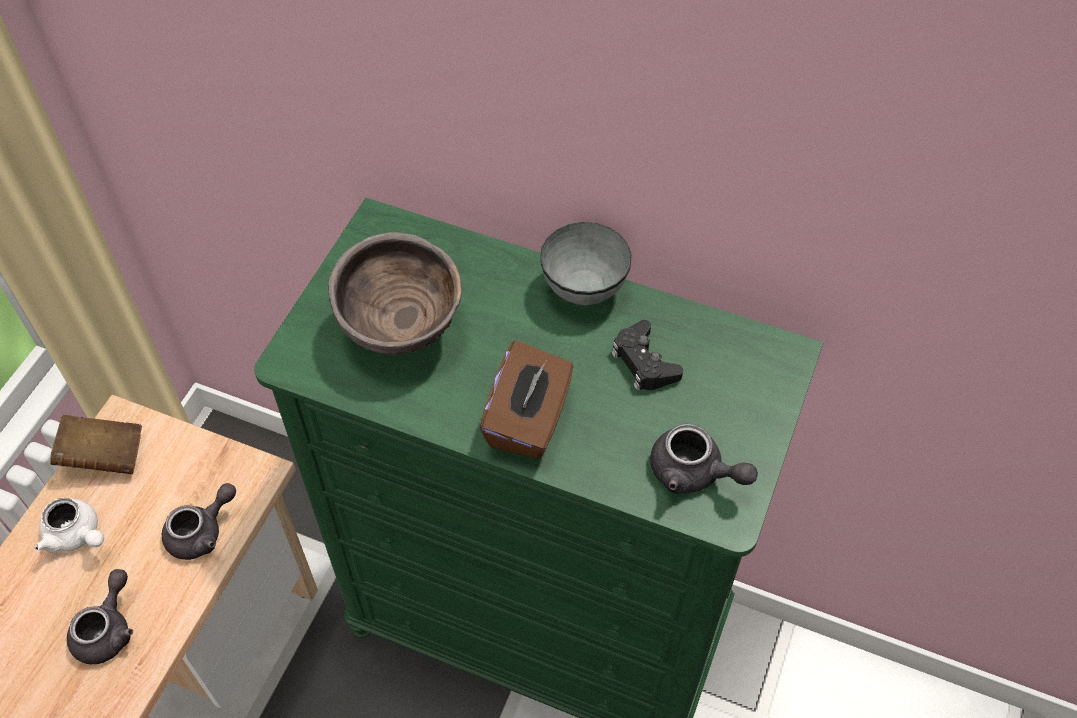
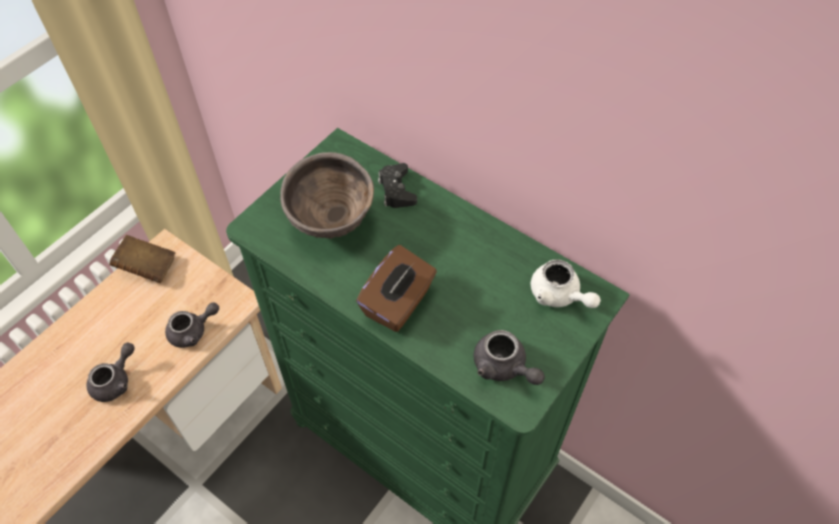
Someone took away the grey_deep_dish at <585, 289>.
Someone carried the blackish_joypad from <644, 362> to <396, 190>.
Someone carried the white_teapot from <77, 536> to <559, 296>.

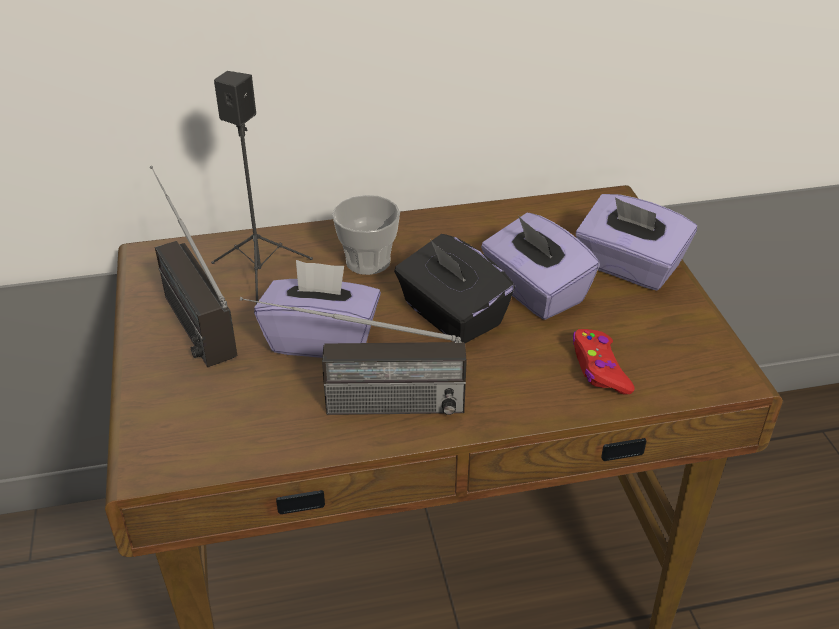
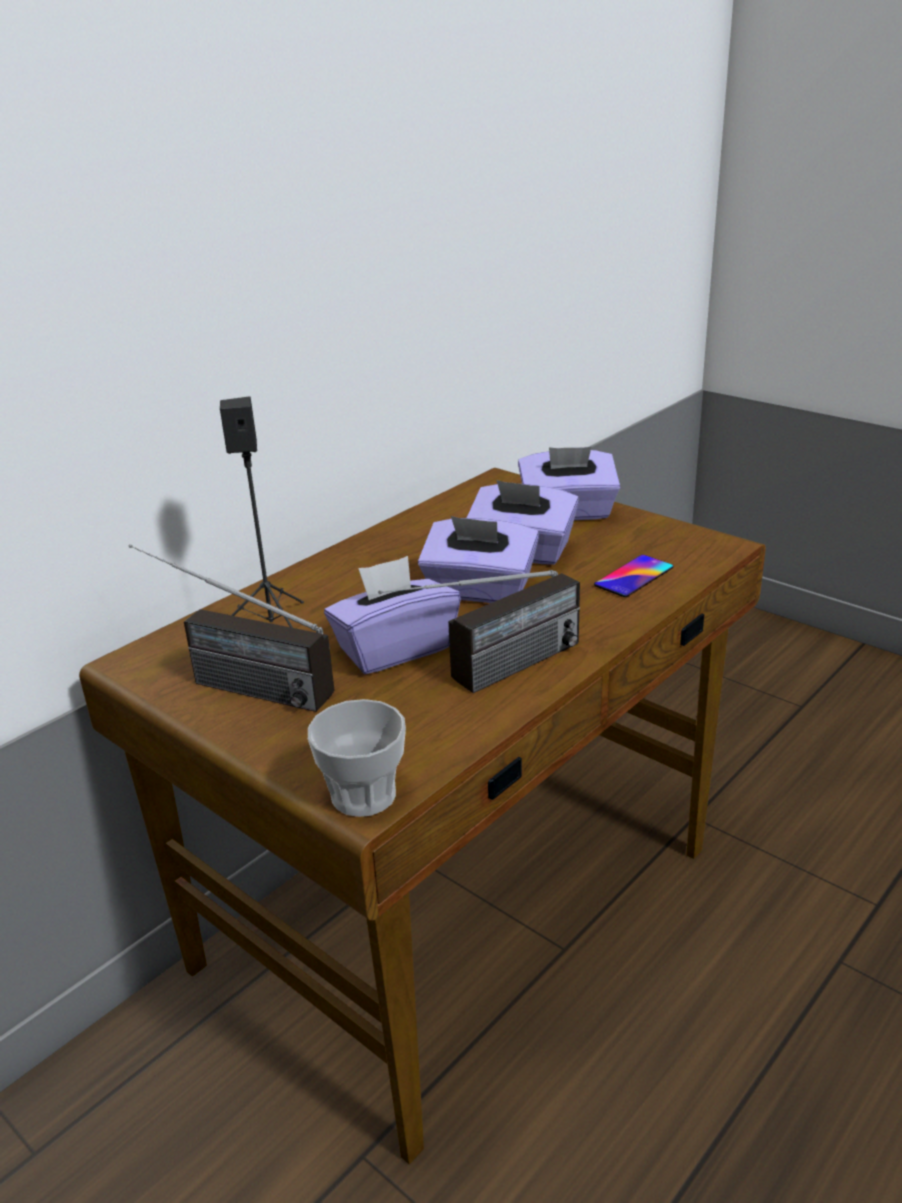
Someone carried the drinking_cup from <368, 261> to <363, 795>.
Someone repainted the blackish_tissue_box at <451, 315>, which became the purplish_tissue_box at <479, 591>.
Someone swapped the reddish_joypad at <599, 369> for the telephone at <634, 576>.

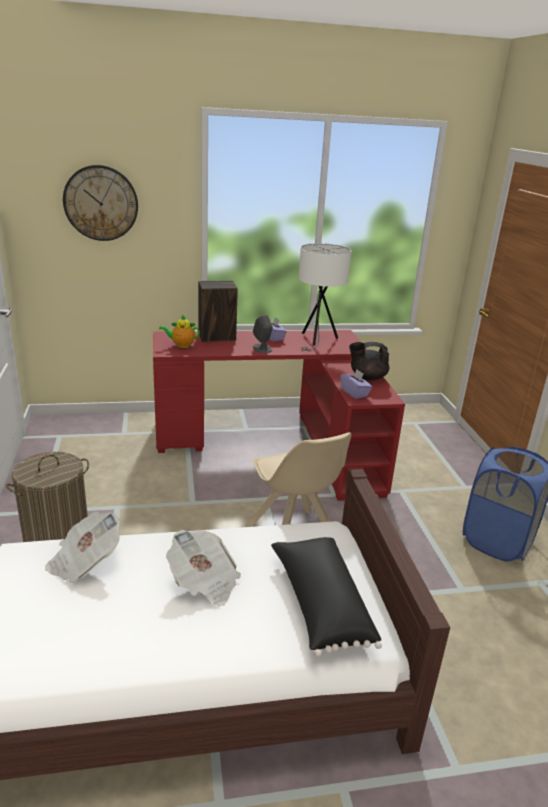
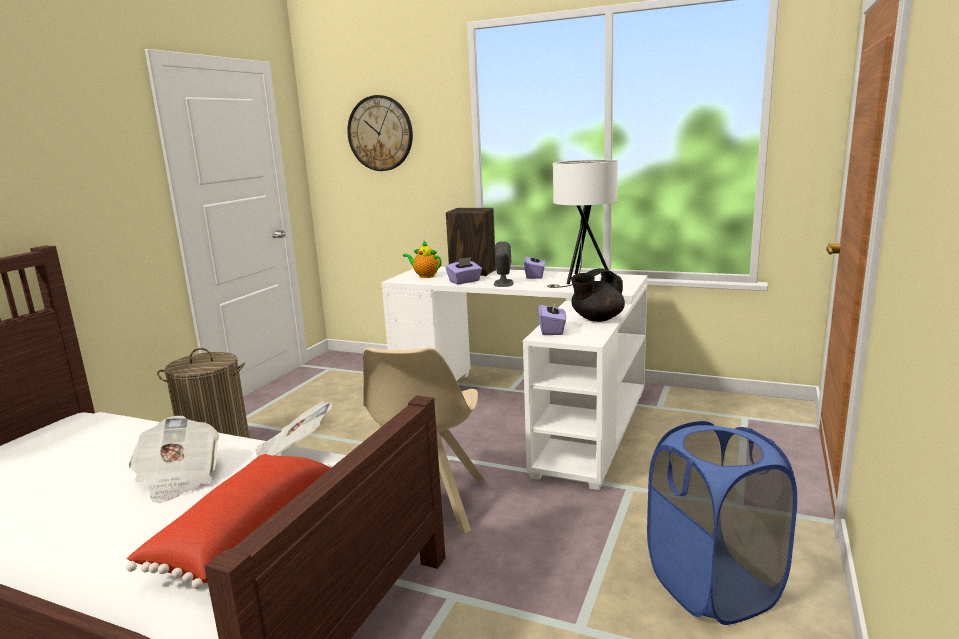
Someone repainted the reddish_desk_table at <279, 443>, which became the white_desk_table at <531, 408>.
Someone rotated the blackish_teapot at <367, 377> by 60 degrees counterclockwise.
Someone carried the printed_paper from <84, 561> to <294, 451>.
Someone repainted the blackish_throw_pillow at <319, 604>, which became the reddish_throw_pillow at <242, 533>.
Someone put down the purplish_tissue_box at <464, 281>.

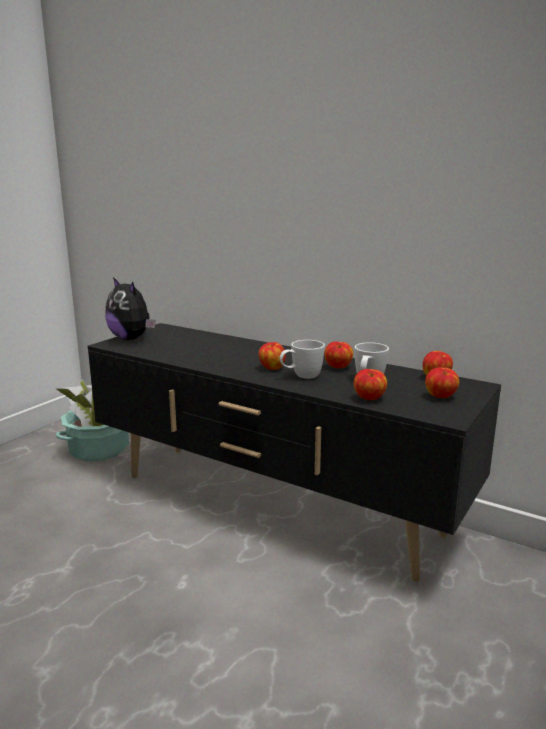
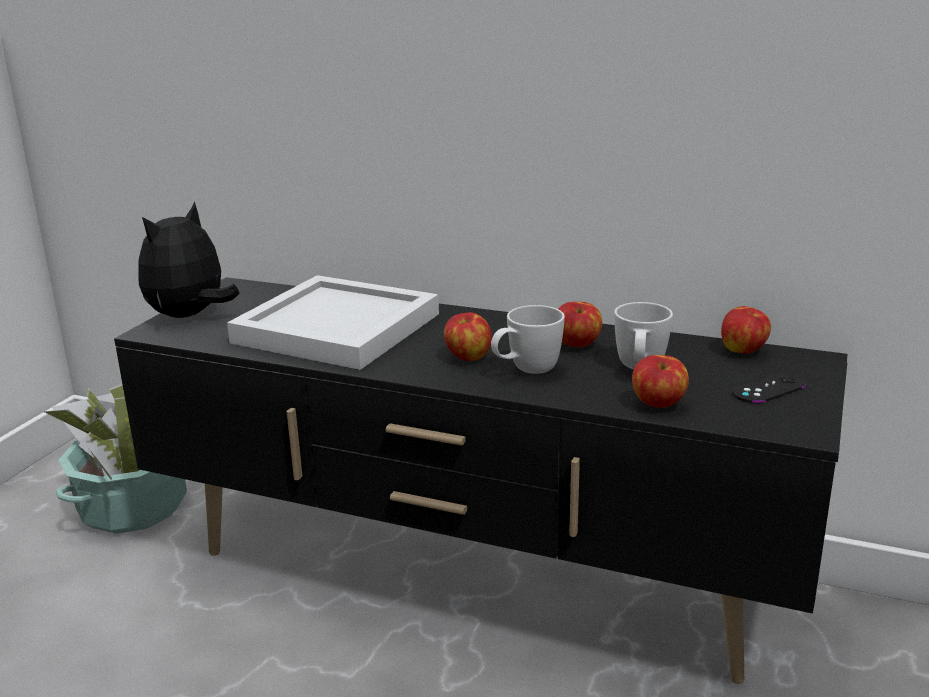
Someone rotated the soft_toy at <131, 338> by 90 degrees clockwise.
Someone swapped the whole_apple at <441, 397> for the blackish_joypad at <769, 388>.
Someone put down the white_serving_tray at <334, 328>.

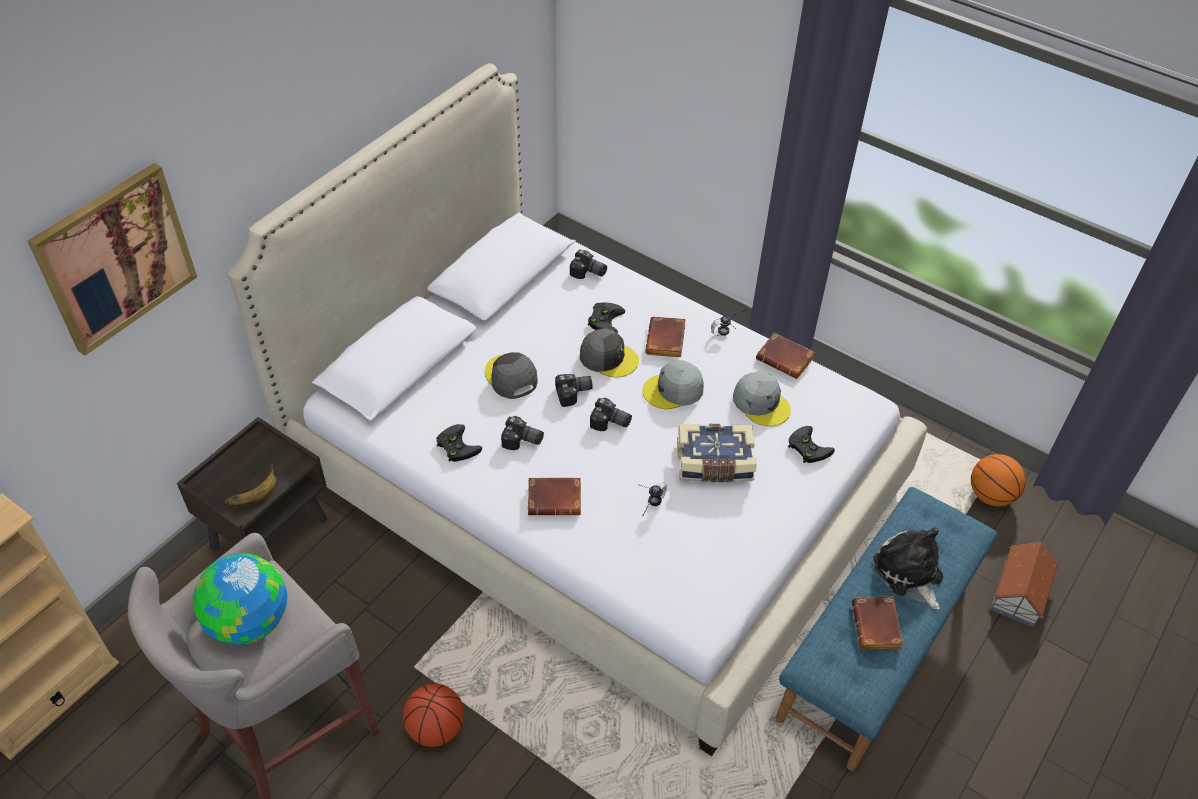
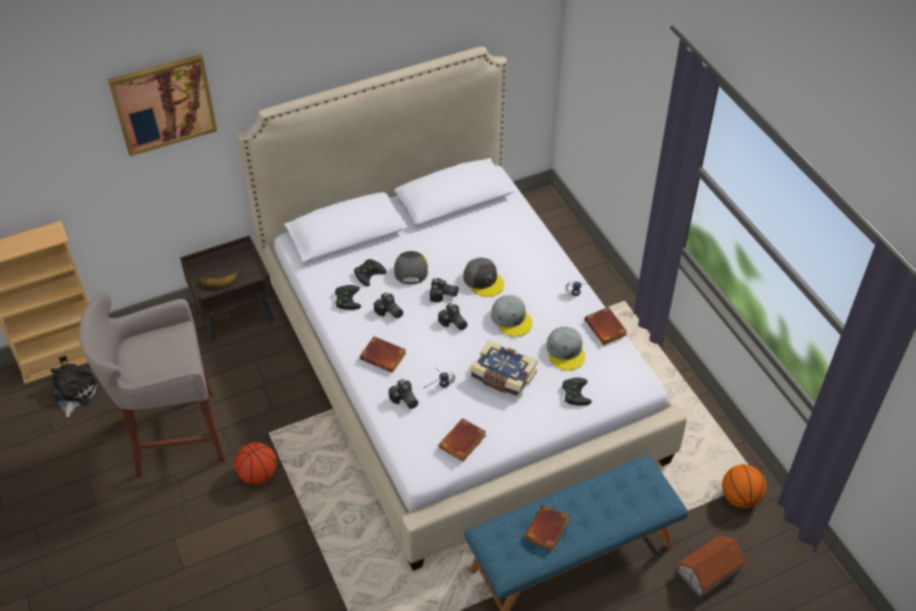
Someone carried the still_camera from <588, 273> to <404, 400>.
Someone carried the blackish_joypad from <604, 319> to <369, 272>.
Someone carried the brown-coloured_book from <667, 342> to <463, 444>.
Someone rotated the grey_cap at <673, 390> by 135 degrees counterclockwise.
Someone carried the soft_toy from <909, 574> to <74, 393>.
Someone took away the world_globe at <249, 622>.

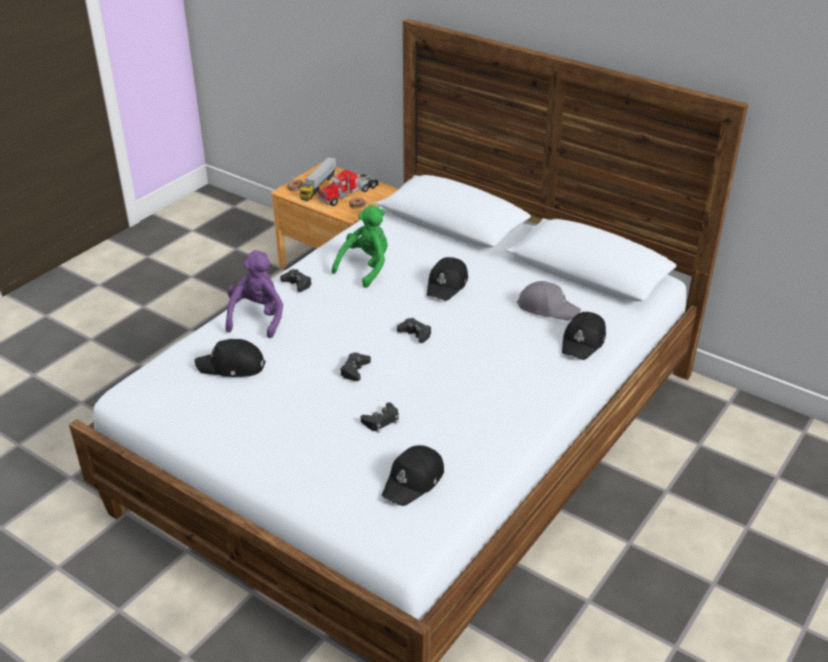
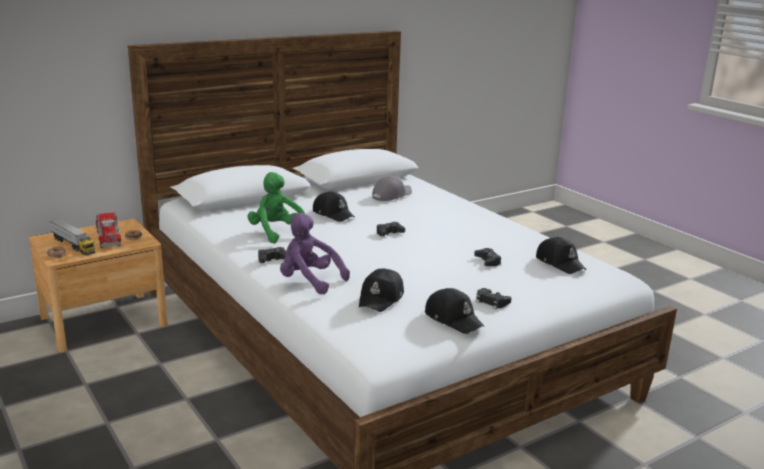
Someone carried the blackish_cap from <583, 342> to <453, 319>.
Someone carried the blackish_joypad from <355, 370> to <491, 302>.

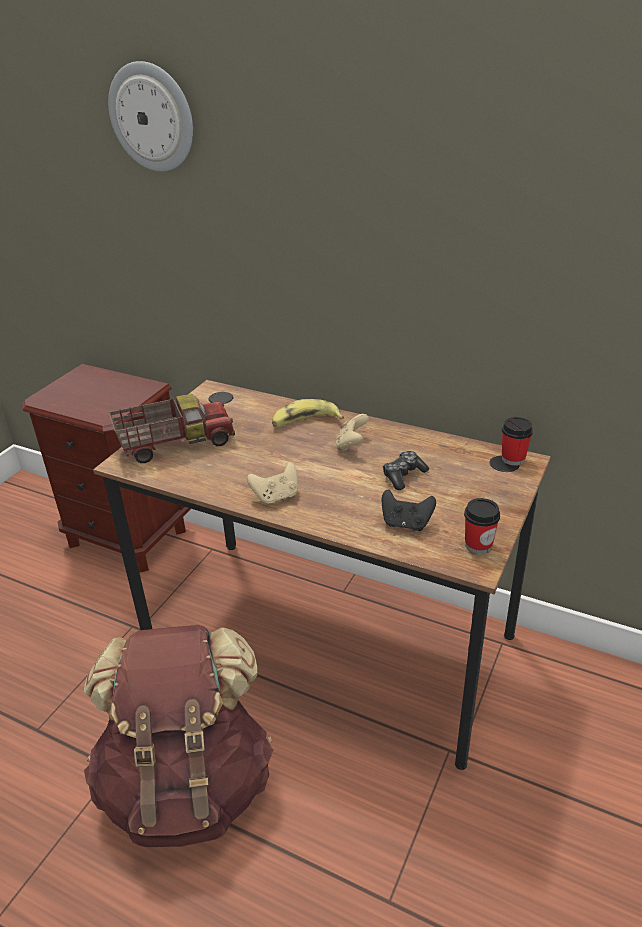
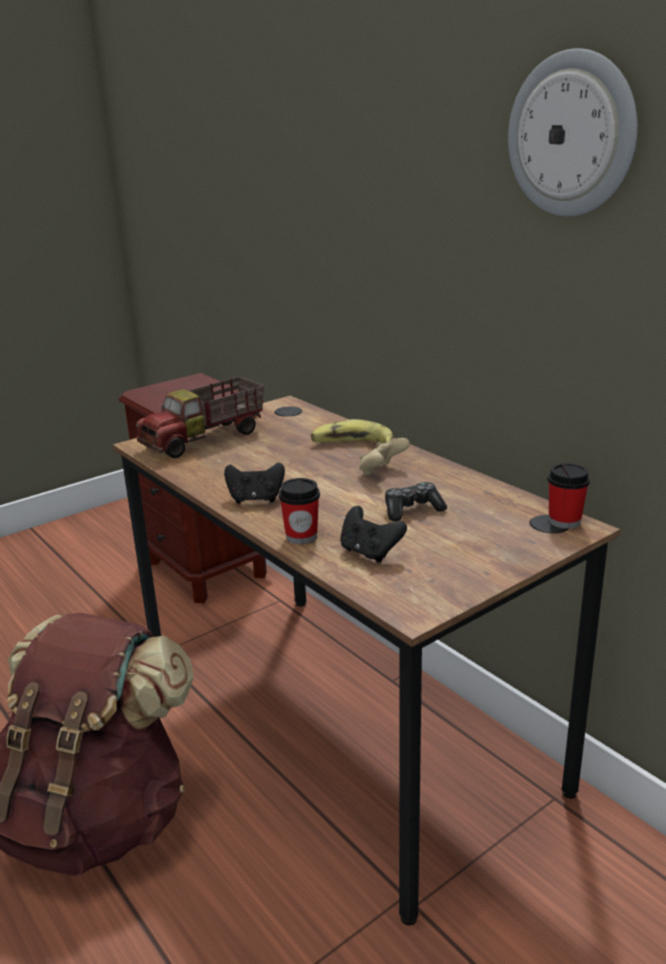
Someone carried the clock_on_the_wall from <152, 117> to <572, 135>.
Someone rotated the model_truck at <176, 444> by 135 degrees clockwise.
Someone repainted the beige-coloured_joypad at <276, 496>, which became the blackish_joypad at <255, 499>.
Someone carried the drinking_cup from <478, 545> to <301, 536>.

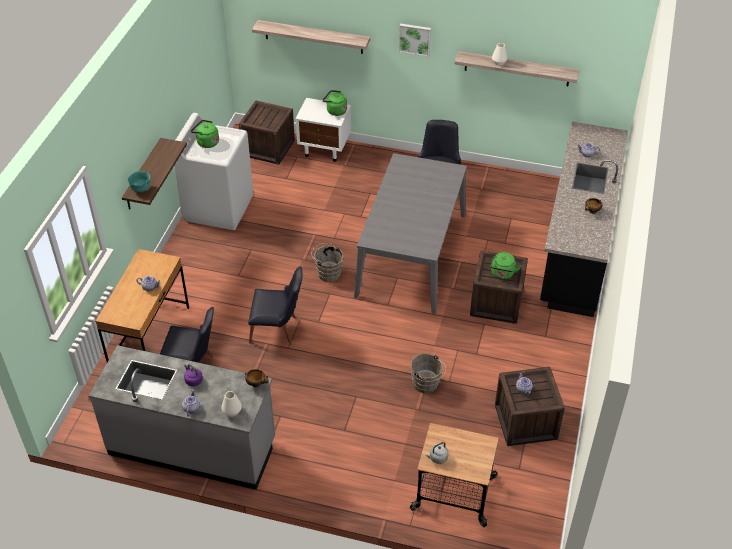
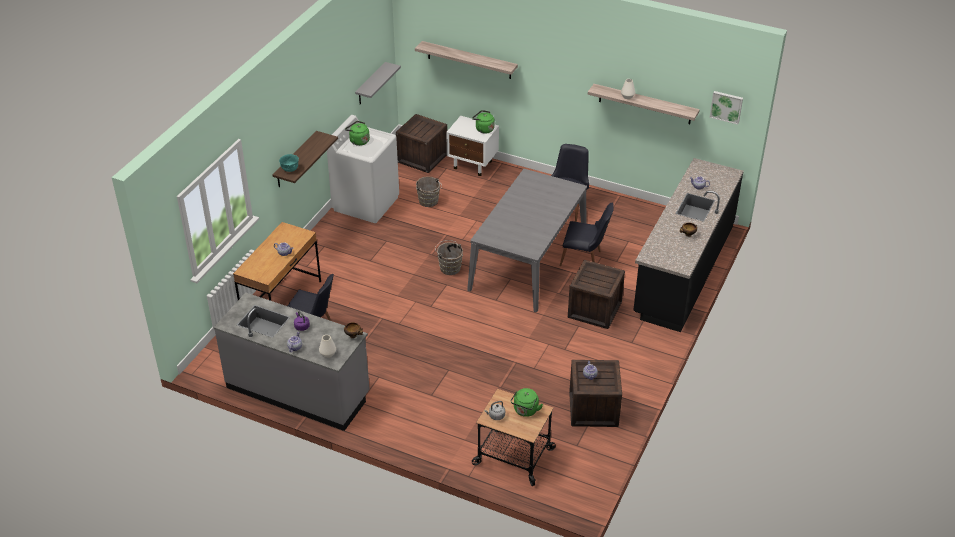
Someone carried the wall_art from <415, 39> to <726, 106>.
Someone carried the green-coloured_kettle from <502, 274> to <525, 411>.
Someone carried the blackish_chair from <278, 330> to <585, 259>.
Someone carried the brown-coloured_water_bucket from <427, 385> to <429, 202>.
Someone put up the grey_shelf at <370, 84>.

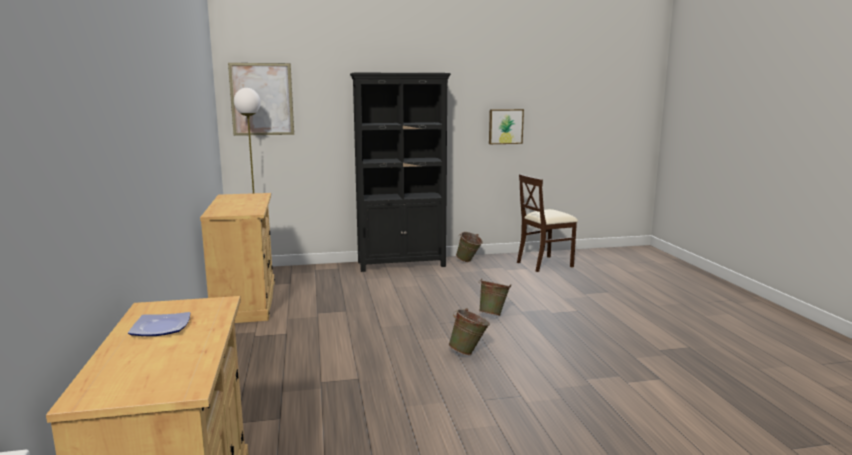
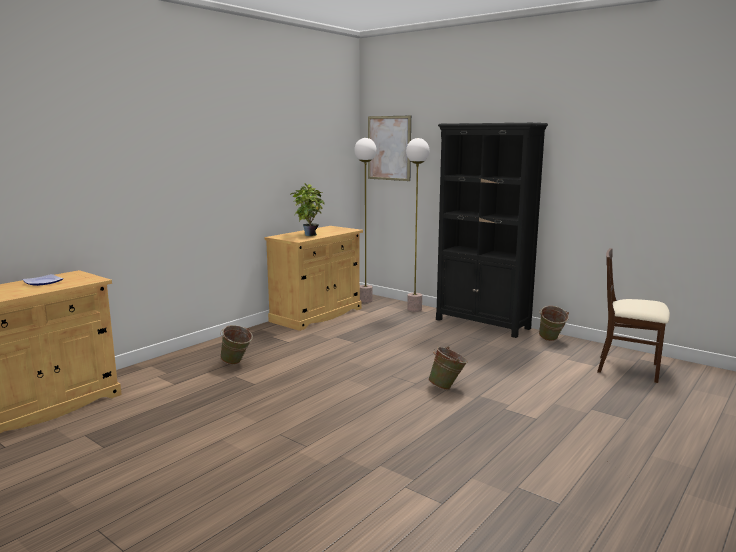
Someone took away the wall_art at <505, 126>.
Someone carried the green-coloured_water_bucket from <469, 352> to <236, 363>.
Someone put down the standard_lamp at <414, 309>.
Someone put down the potted_plant at <308, 235>.

